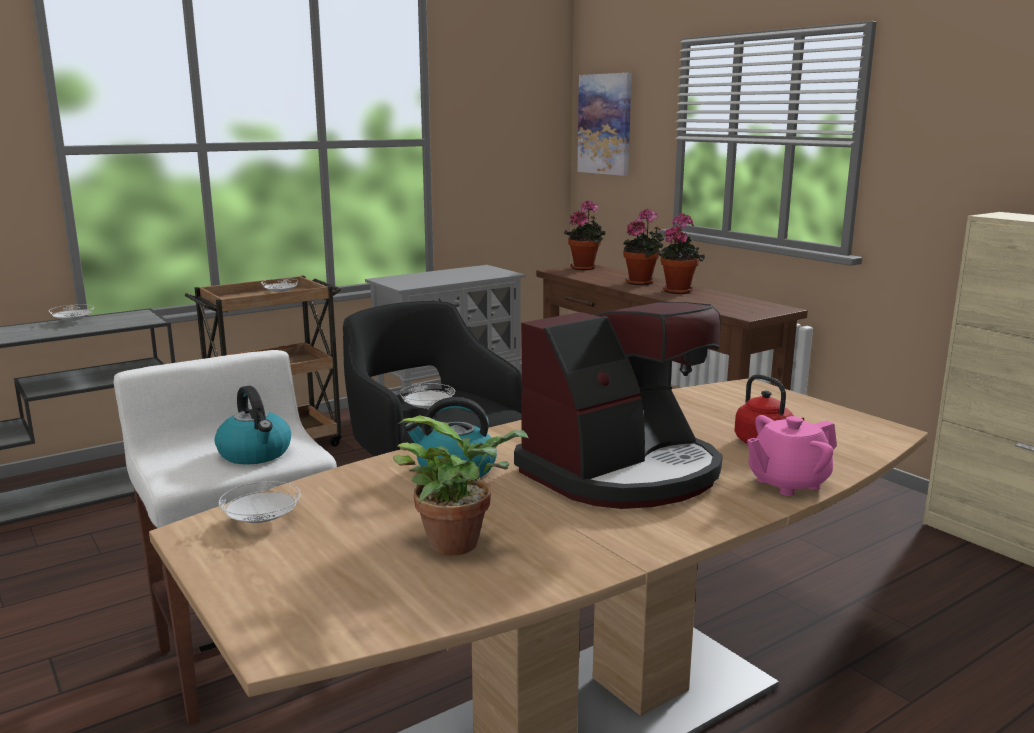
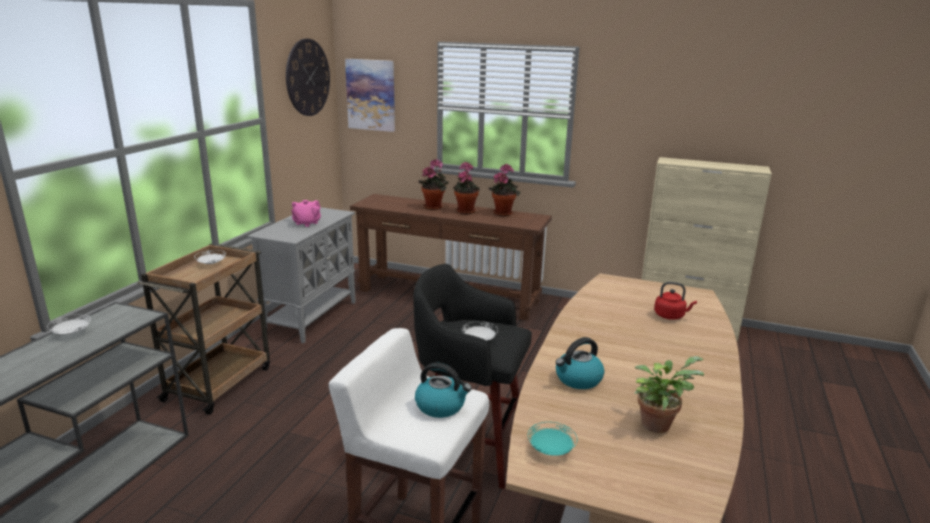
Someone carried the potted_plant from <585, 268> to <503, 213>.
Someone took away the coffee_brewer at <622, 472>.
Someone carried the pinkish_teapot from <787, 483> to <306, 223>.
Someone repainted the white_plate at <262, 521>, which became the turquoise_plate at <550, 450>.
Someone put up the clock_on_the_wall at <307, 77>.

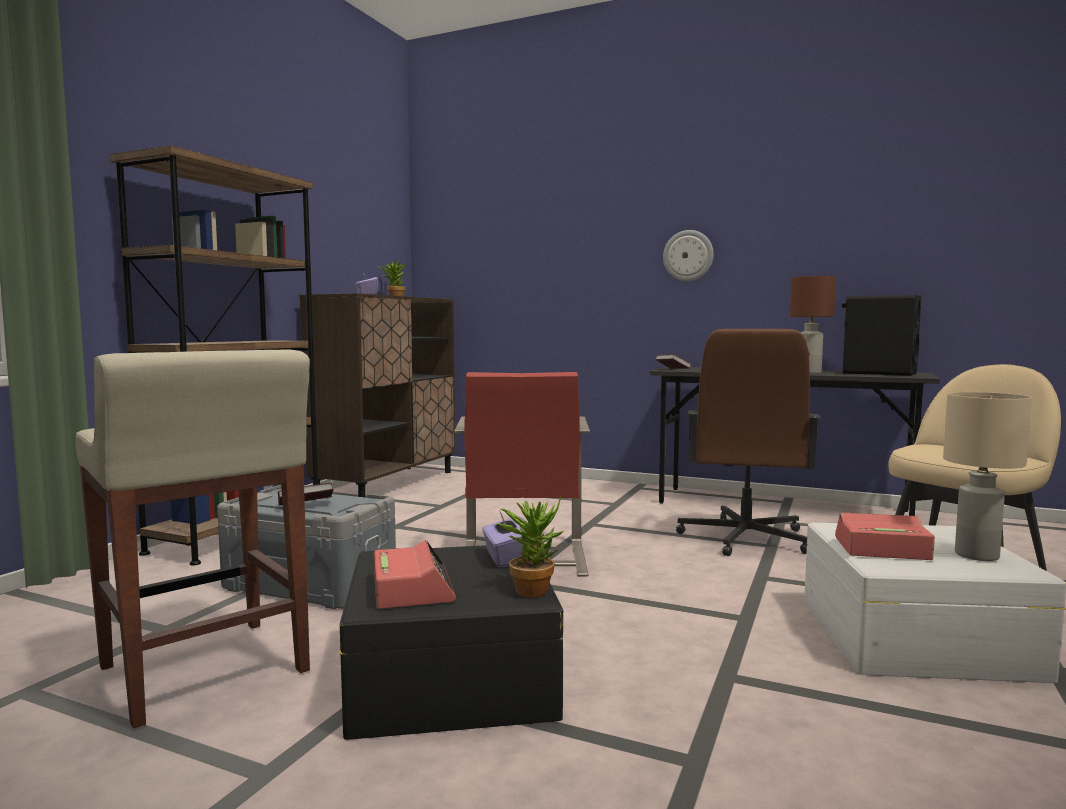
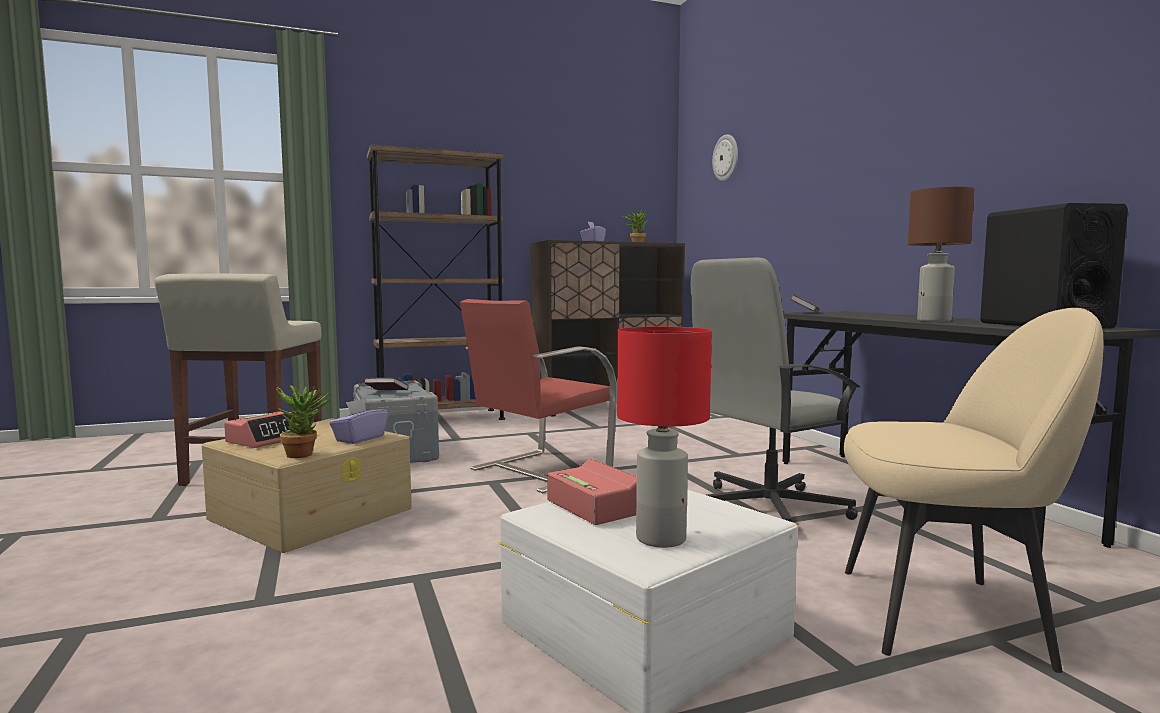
Someone carried the clock_on_the_wall from <688, 255> to <726, 158>.
Someone repainted the brown-coloured_computer_chair at <744, 538>, which became the grey_computer_chair at <766, 509>.
Someone repainted the beige-coloured_lamp_for_a_table at <975, 555>, which became the reddish_lamp_for_a_table at <659, 538>.
Someone repainted the blackish_storage_container at <451, 675>, which became the beige-coloured_storage_container at <313, 513>.

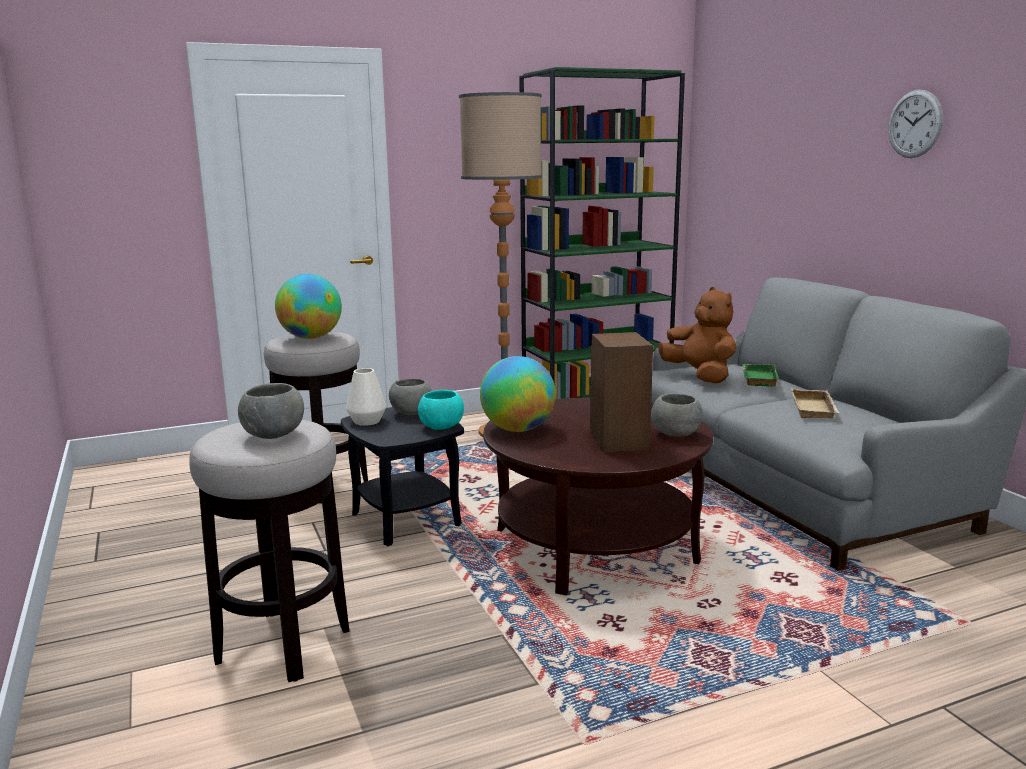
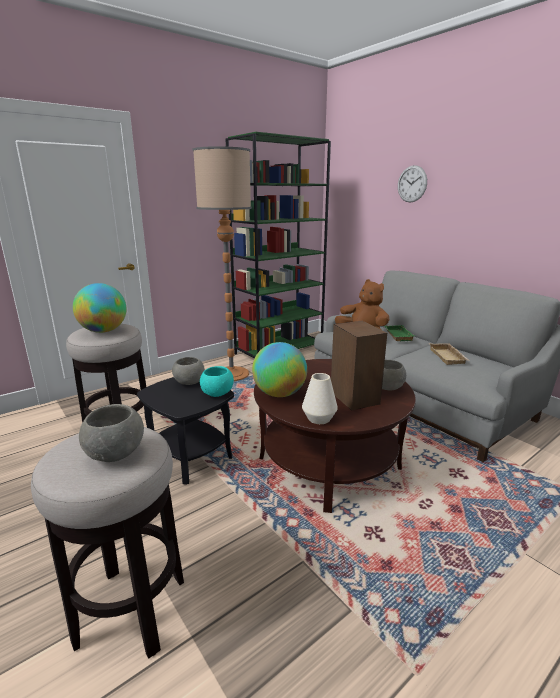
Someone carried the clock_on_the_wall from <914, 124> to <412, 184>.
Someone carried the white_vase from <367, 421> to <319, 418>.

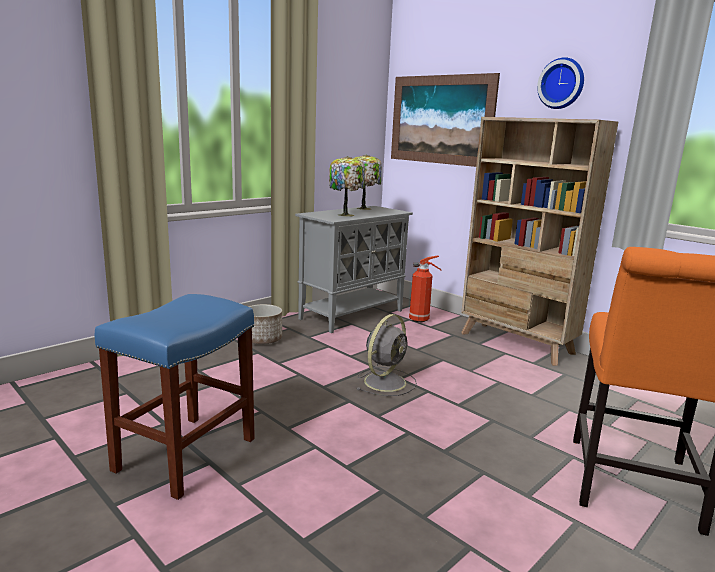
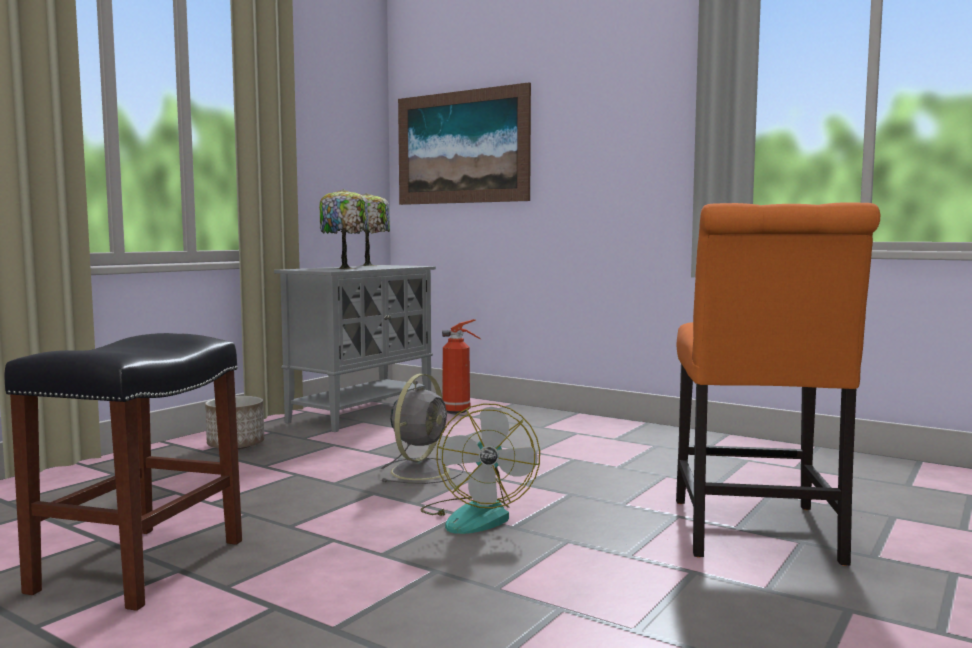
Someone took away the clock_on_the_wall at <562, 84>.
Someone took away the beige-coloured_bookshelf at <516, 343>.
Someone repainted the bluish_stool_seat at <185, 455>, which became the blackish_stool_seat at <140, 567>.
Someone put down the fan at <477, 515>.

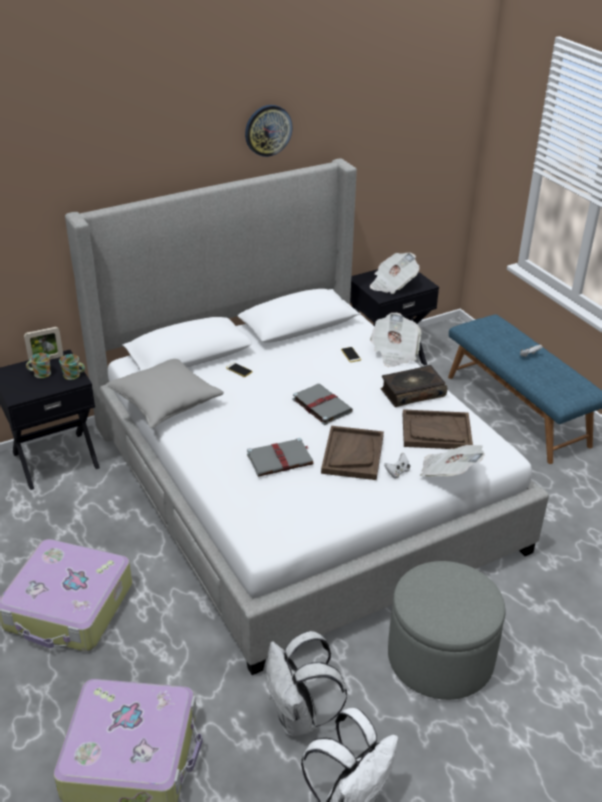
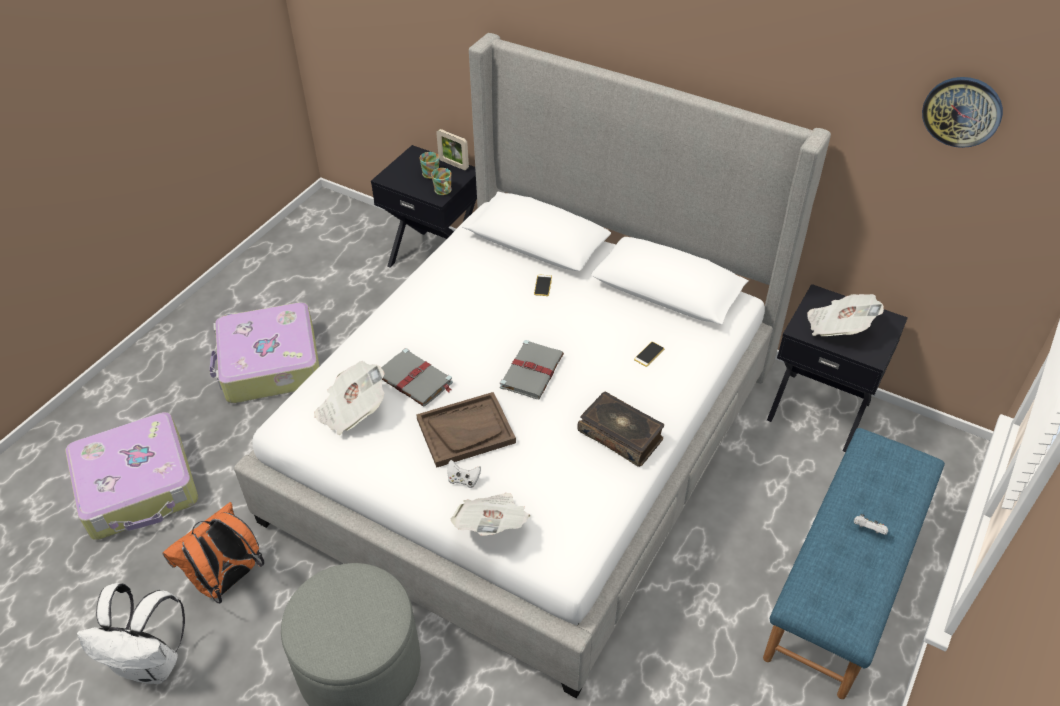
Someone carried the clock_on_the_wall from <268, 130> to <962, 111>.
Someone carried the printed_paper from <394, 352> to <352, 410>.
Someone took away the grey_throw_pillow at <165, 402>.
Someone took away the brown-coloured_serving_tray at <436, 432>.
Someone repainted the white_knapsack at <299, 717>, which became the orangey_knapsack at <228, 581>.

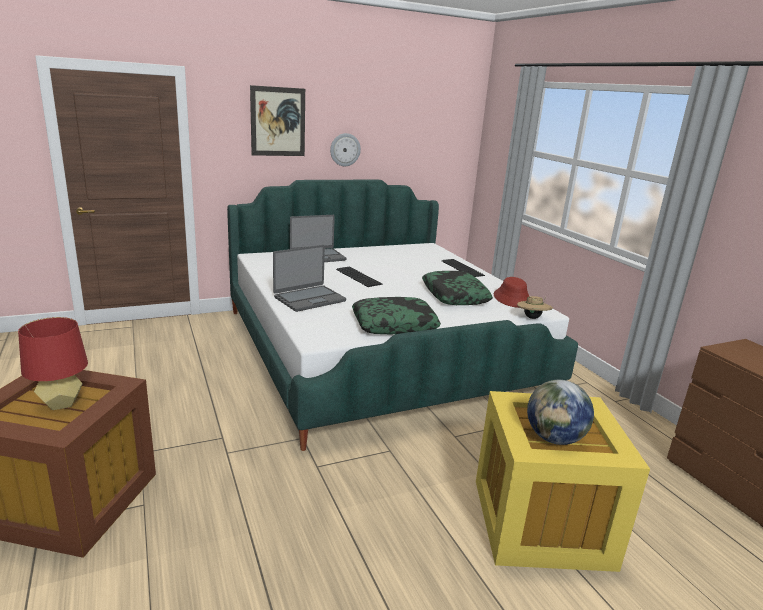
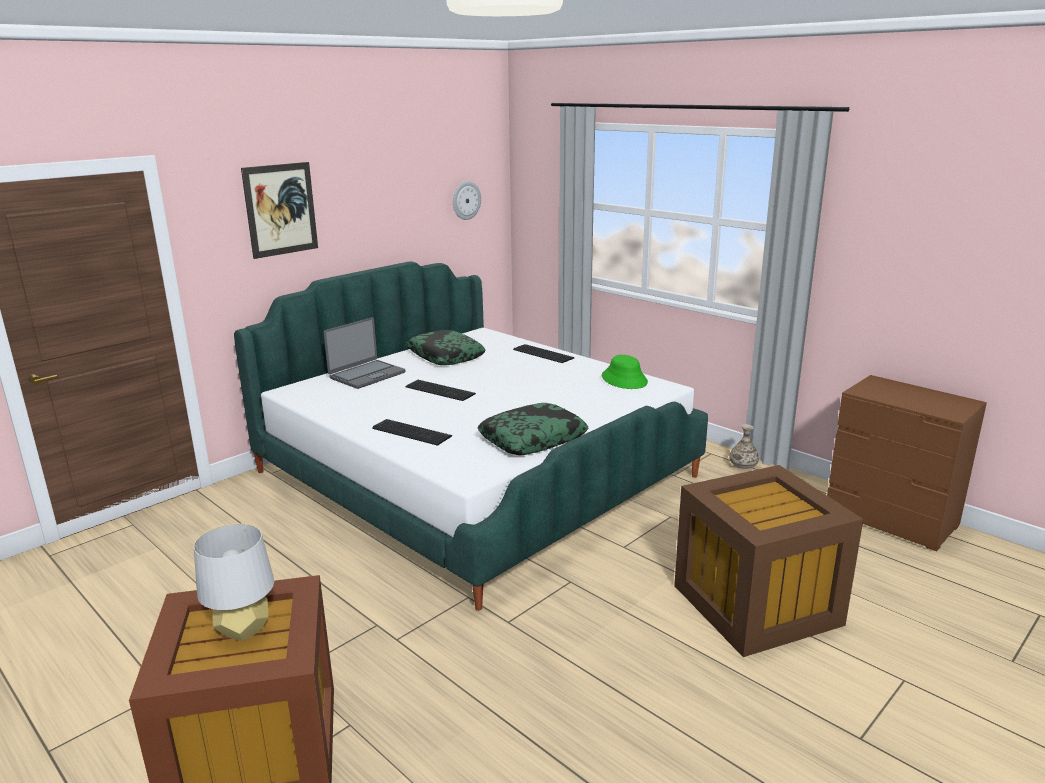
Someone carried the clock_on_the_wall from <345, 149> to <466, 200>.
Someone swapped the notebook_computer at <309, 299> for the PC_keyboard at <411, 431>.
Someone carried the throw_pillow from <454, 295> to <445, 356>.
Someone repainted the reddish_hat at <512, 299>, which became the green-coloured_hat at <624, 379>.
Someone took away the beige-coloured_hat at <532, 318>.
Someone repainted the reddish_lamp_for_a_table at <61, 403>, which became the grey_lamp_for_a_table at <243, 630>.
Someone took away the world_globe at <554, 438>.
Someone repainted the yellow_storage_container at <543, 523>, which became the brown-coloured_storage_container at <759, 605>.
Someone put down the vase at <743, 466>.

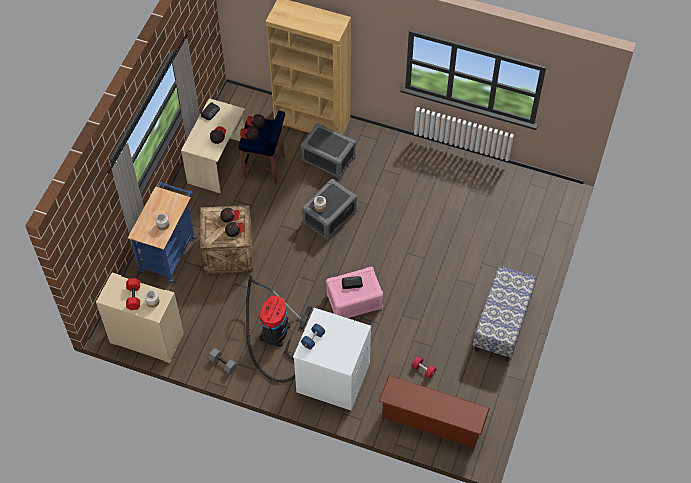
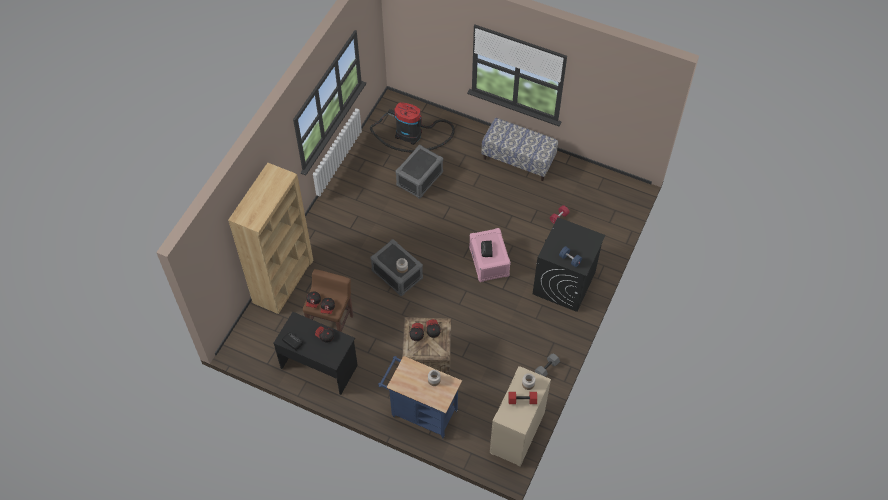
Someone repainted the beige-coloured_desk_table at <218, 162>, which became the blackish_desk_table at <319, 366>.
Someone repainted the bluish_stool_seat at <265, 167>, which became the brown-coloured_stool_seat at <332, 324>.
Someone carried the grey_storage_container from <328, 158> to <419, 179>.
Someone carried the vacuum from <274, 336> to <411, 135>.
Someone repainted the white_laundry_appliance at <332, 377>, which became the blackish_laundry_appliance at <564, 283>.
Someone took away the brown-coloured_shoe_shelf at <430, 425>.

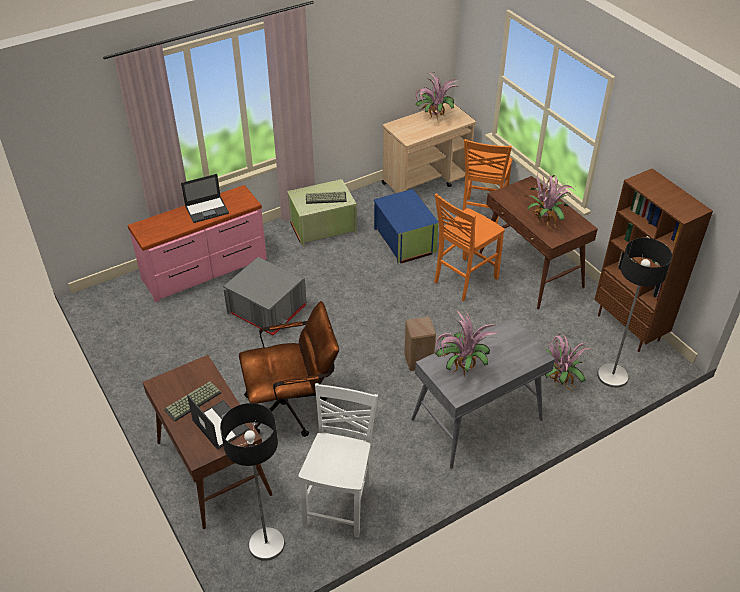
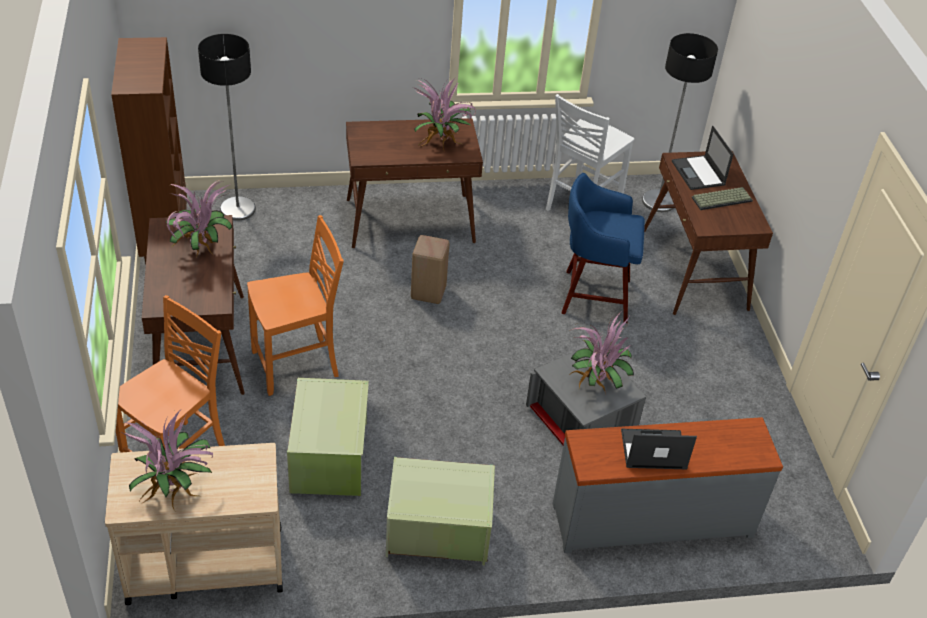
Someone repainted the pinkish_drawer_chest at <205, 270>, which became the grey_drawer_chest at <651, 518>.
Someone repainted the bluish_storage_container at <404, 241>, which became the green-coloured_storage_container at <331, 456>.
Someone took away the PC_keyboard at <326, 198>.
Someone swapped the brown-coloured_computer_chair at <293, 407> for the bluish_stool_seat at <593, 296>.
Someone repainted the grey_desk_table at <476, 420>, which became the brown-coloured_desk_table at <410, 221>.
Someone carried the potted_plant from <558, 379> to <596, 384>.

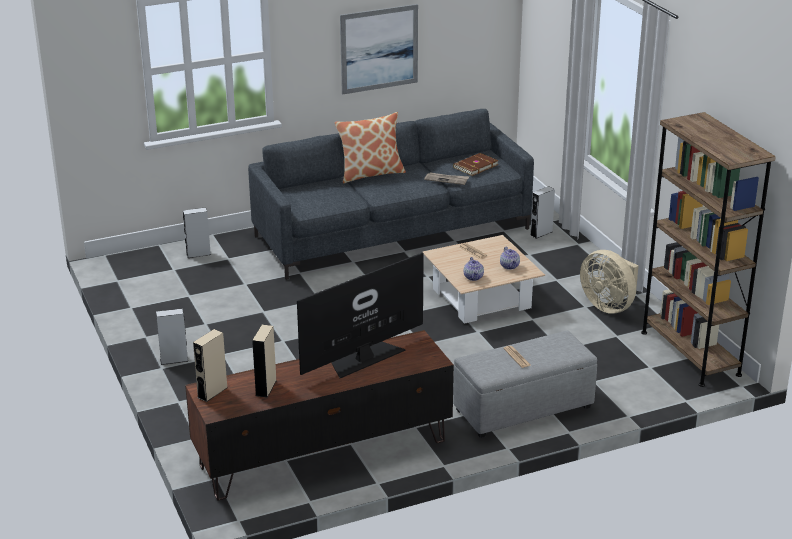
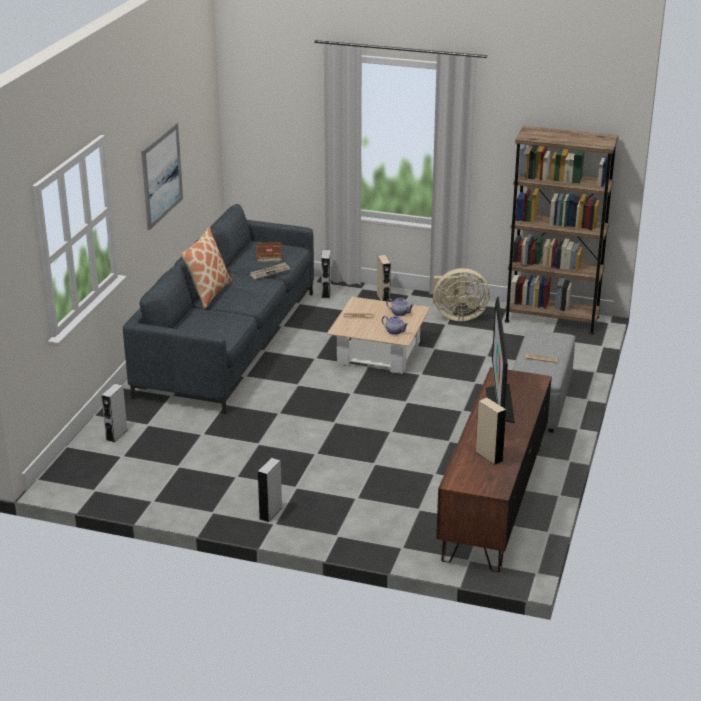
Someone carried the beige-coloured_loudspeaker from <212, 392> to <383, 299>.

